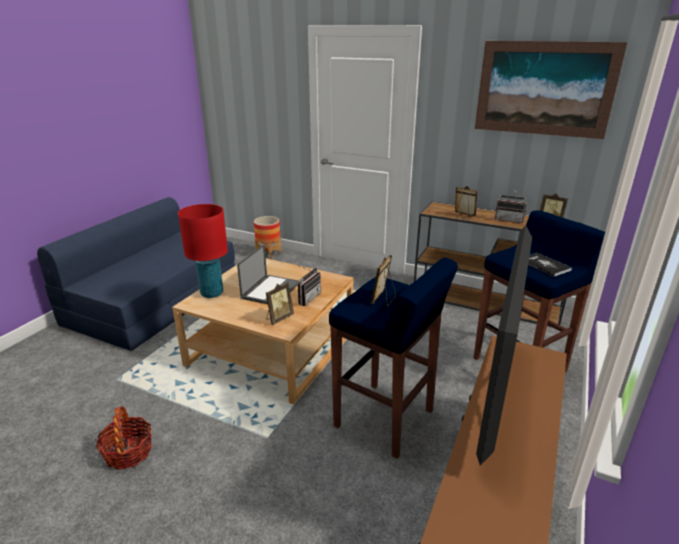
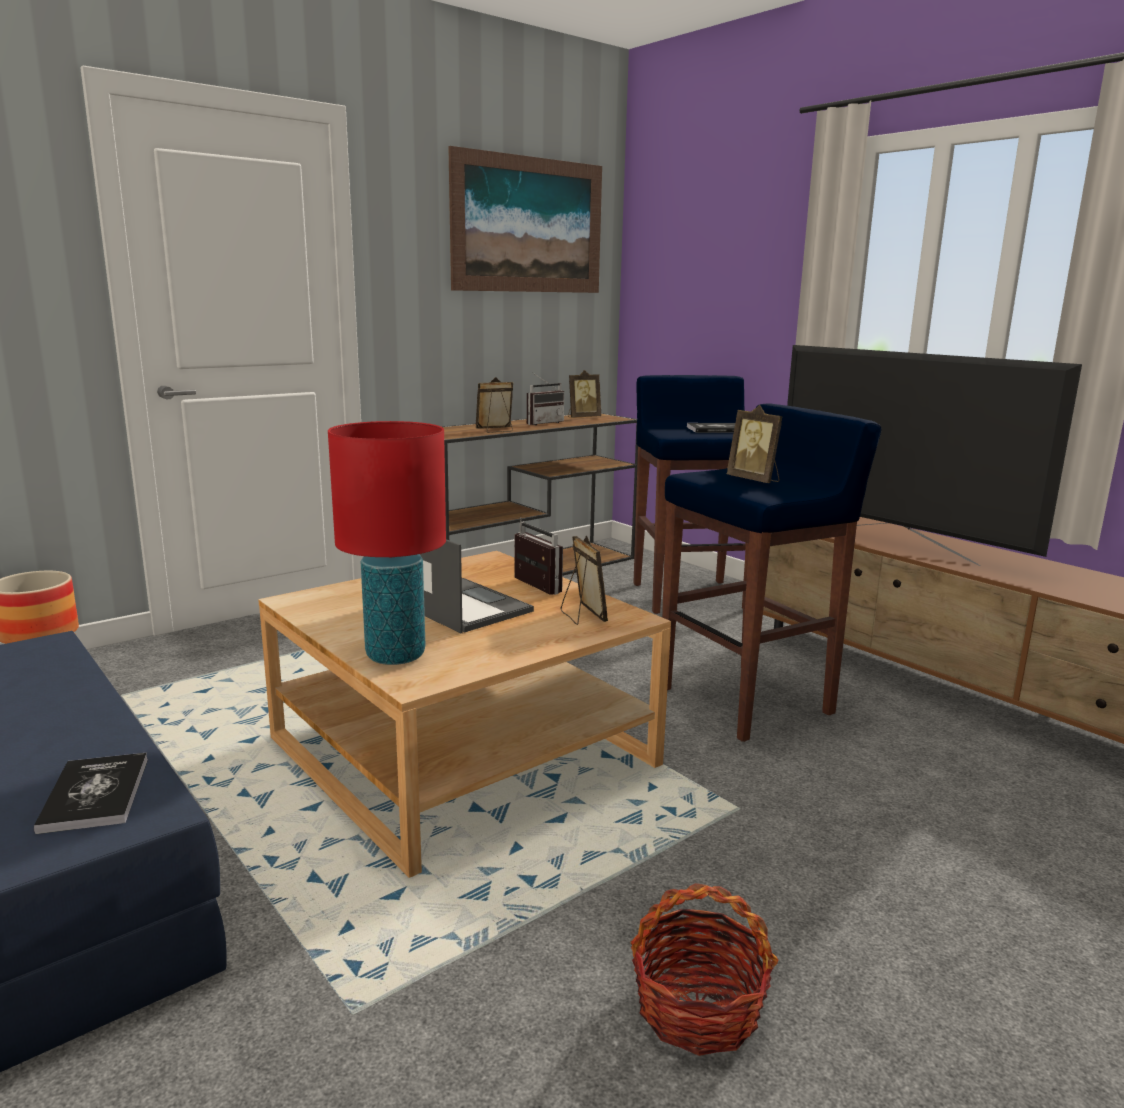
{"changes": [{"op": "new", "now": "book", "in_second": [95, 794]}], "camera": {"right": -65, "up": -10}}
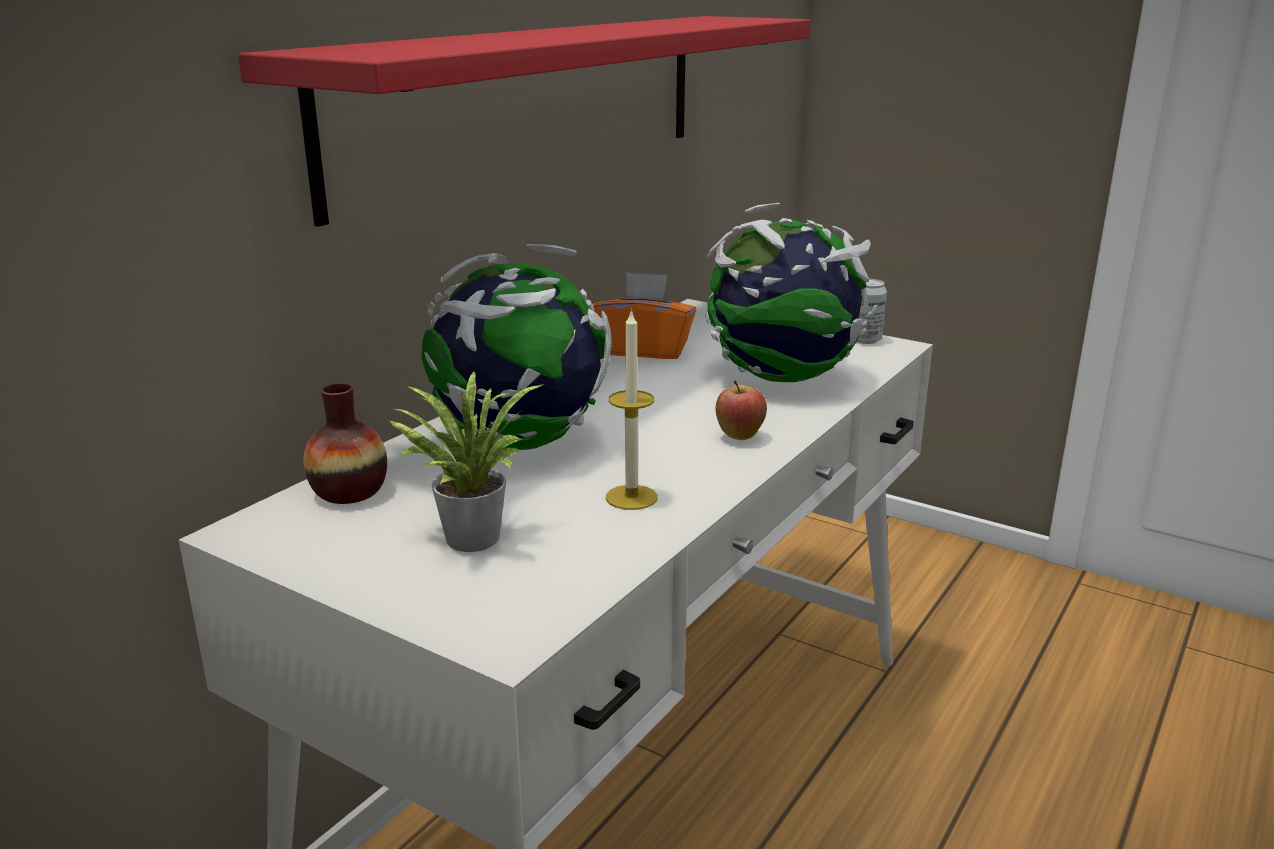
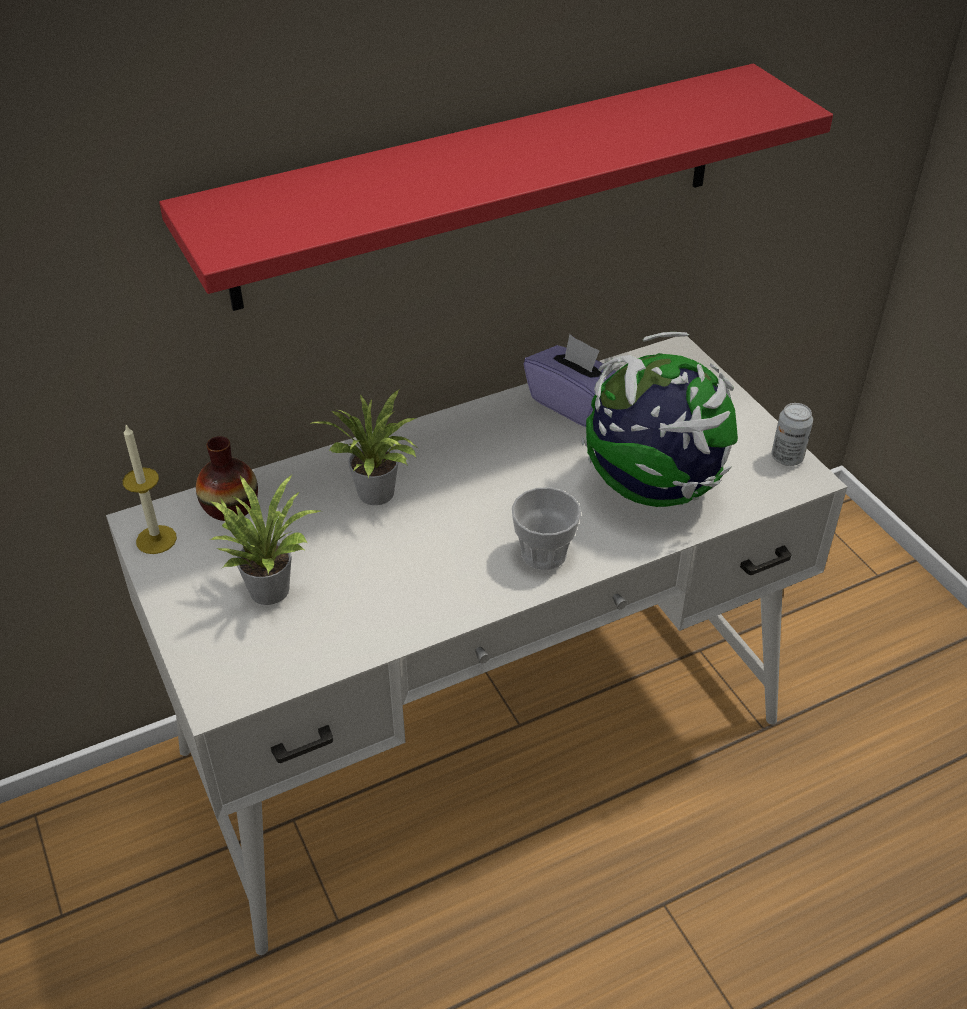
{"changes": [{"op": "shifted", "was": "candle", "in_first": [631, 497], "in_second": [156, 539]}, {"op": "swapped", "was": "globe", "now": "potted plant", "in_first": [519, 443], "in_second": [377, 496]}, {"op": "swapped", "was": "apple", "now": "cup", "in_first": [739, 437], "in_second": [544, 553]}, {"op": "repainted", "was": "tissue box/orange", "now": "tissue box/purple", "in_first": [644, 349], "in_second": [574, 404]}], "camera": {"right": 30, "up": 20}}
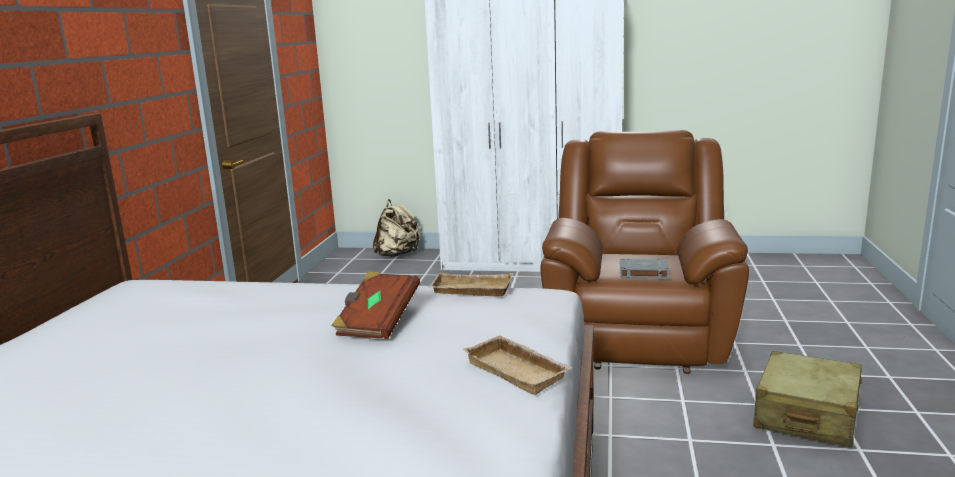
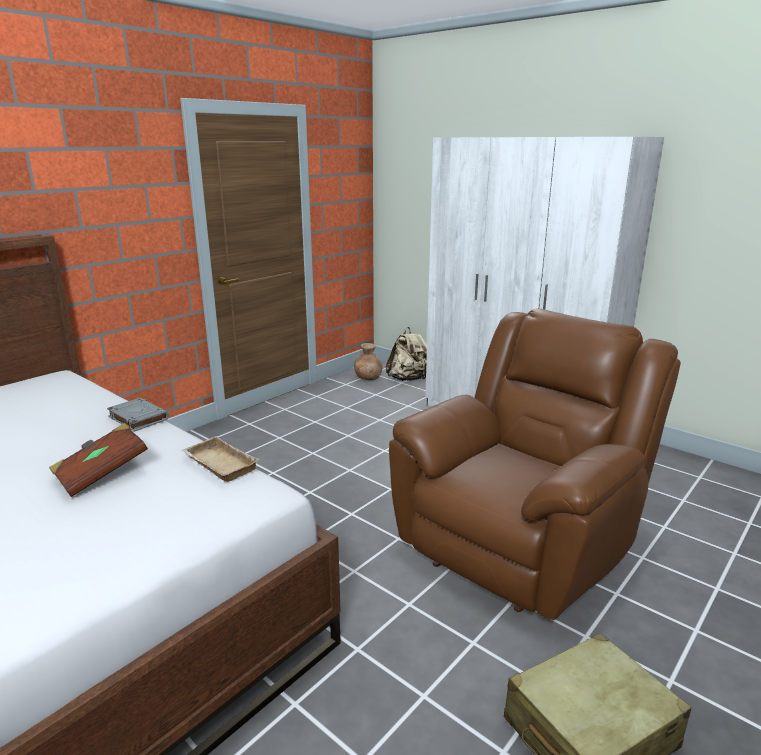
{"changes": [{"op": "shifted", "was": "book/grey", "in_first": [643, 272], "in_second": [137, 418]}, {"op": "new", "now": "vase/brown", "in_second": [368, 377]}, {"op": "gone", "was": "tray/beige", "in_first": [519, 370]}], "camera": {"right": 30, "up": 5}}
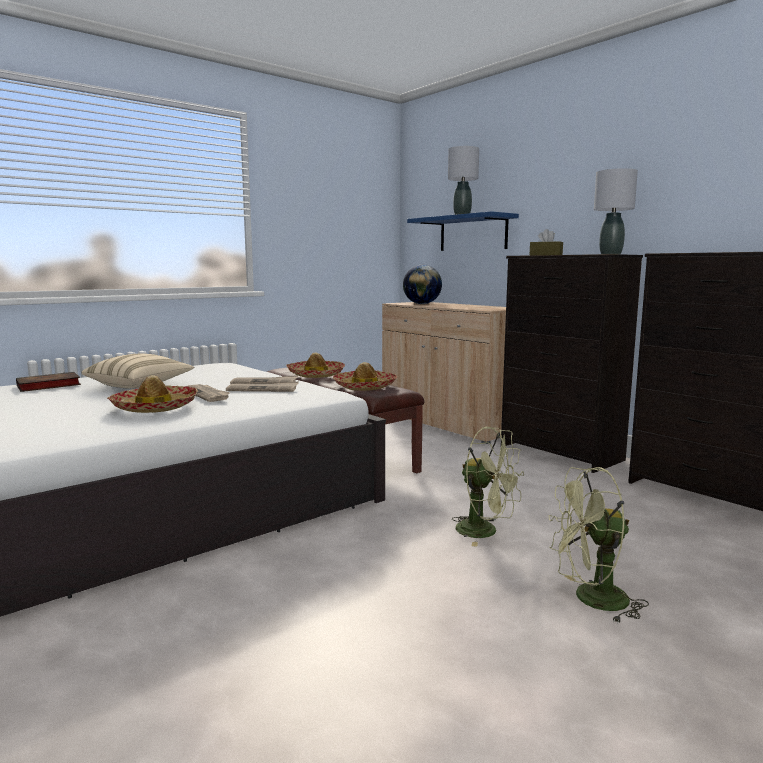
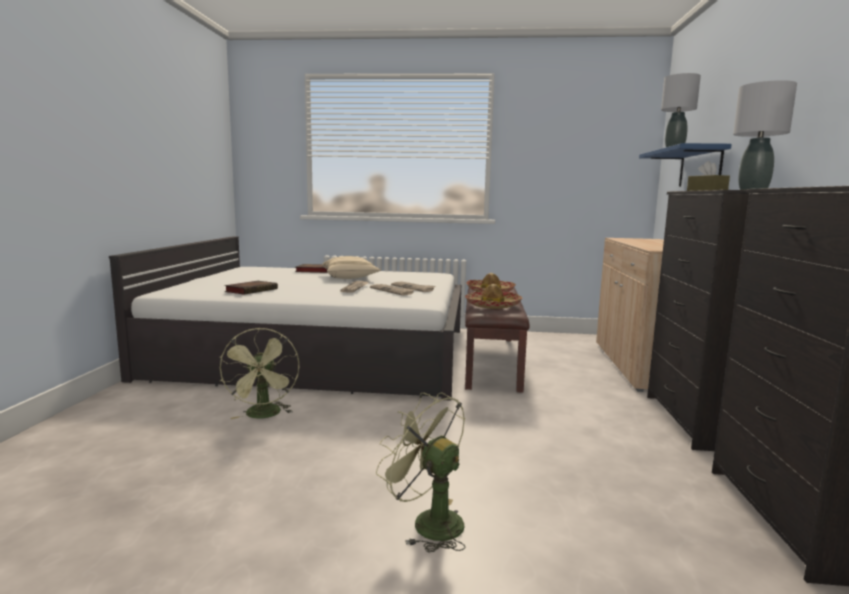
{"changes": [{"op": "shifted", "was": "fan/green", "in_first": [485, 532], "in_second": [264, 415]}, {"op": "new", "now": "book", "in_second": [252, 290]}, {"op": "gone", "was": "hat", "in_first": [155, 408]}, {"op": "gone", "was": "globe", "in_first": [422, 304]}], "camera": {"right": 45, "up": 0}}
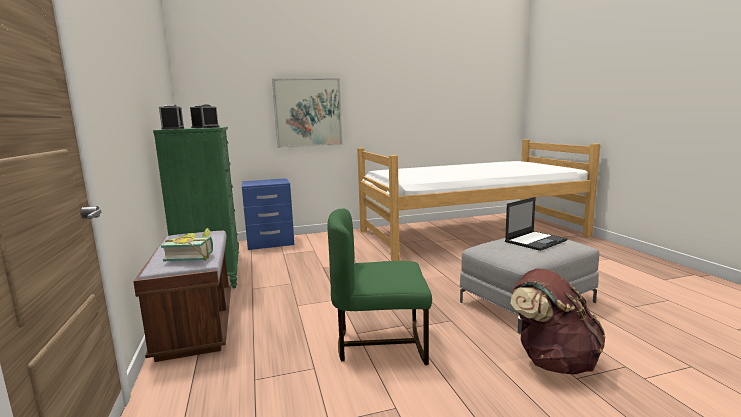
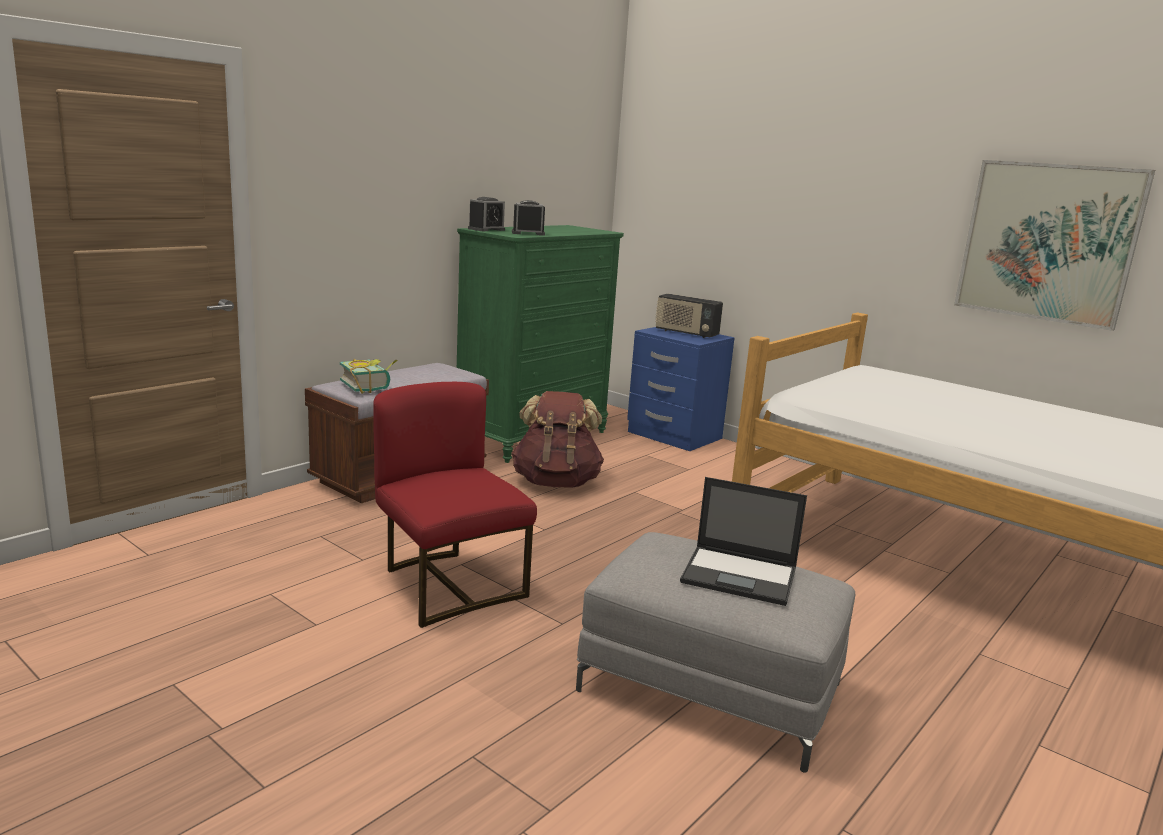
{"changes": [{"op": "repainted", "was": "chair/green", "now": "chair/red", "in_first": [381, 343], "in_second": [448, 585]}, {"op": "shifted", "was": "backpack/brown", "in_first": [552, 361], "in_second": [556, 482]}, {"op": "new", "now": "radio", "in_second": [686, 333]}, {"op": "shifted", "was": "picture", "in_first": [308, 112], "in_second": [1048, 242]}], "camera": {"right": 55, "up": 5}}
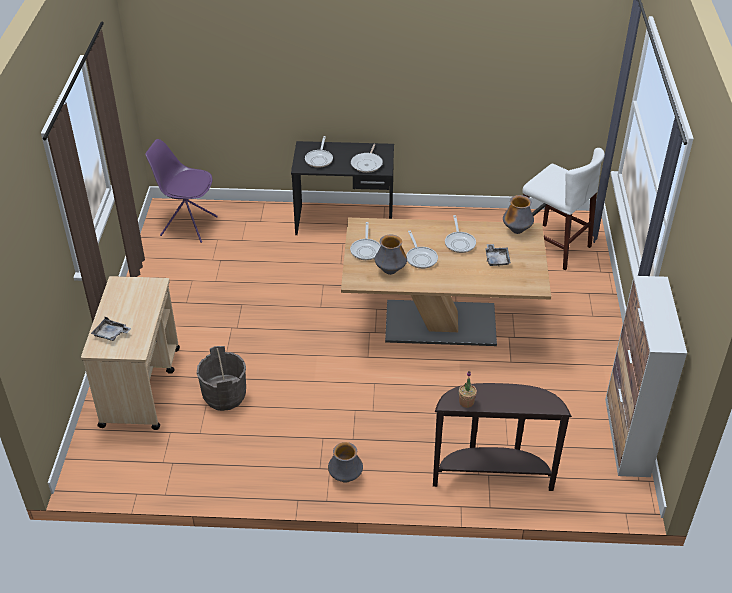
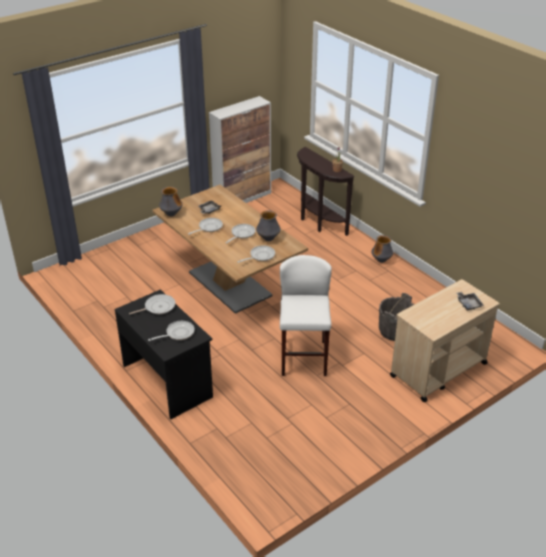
{"changes": [{"op": "shifted", "was": "stool/white", "in_first": [554, 246], "in_second": [303, 358]}, {"op": "gone", "was": "chair/purple", "in_first": [188, 226]}], "camera": {"right": -130, "up": -5}}
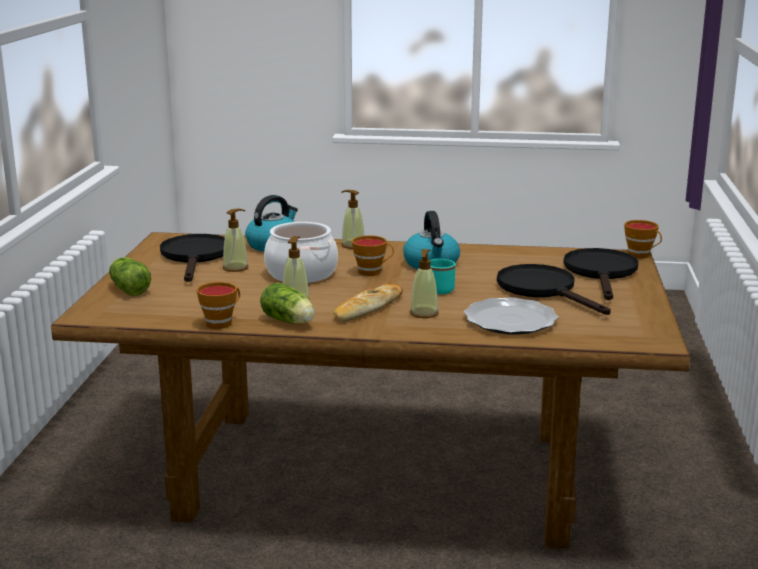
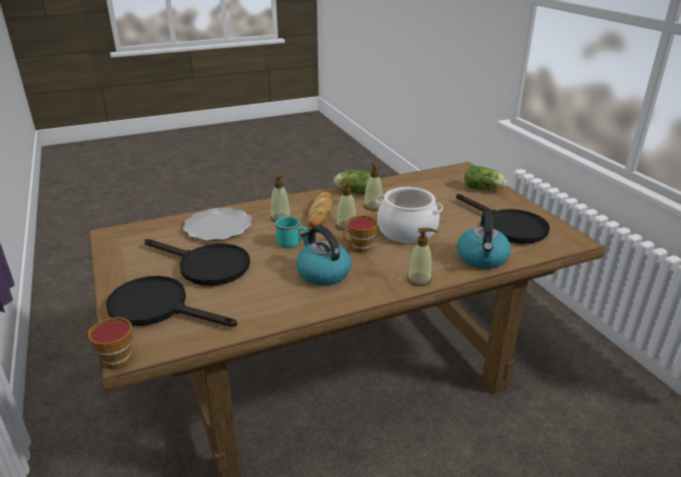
{"changes": [{"op": "rotated", "was": "frying pan/black", "in_first": [601, 273], "in_second": [158, 307], "clockwise": 135}, {"op": "shifted", "was": "soap dispenser", "in_first": [235, 268], "in_second": [346, 226]}, {"op": "gone", "was": "cup", "in_first": [221, 323]}], "camera": {"right": 150, "up": 10}}
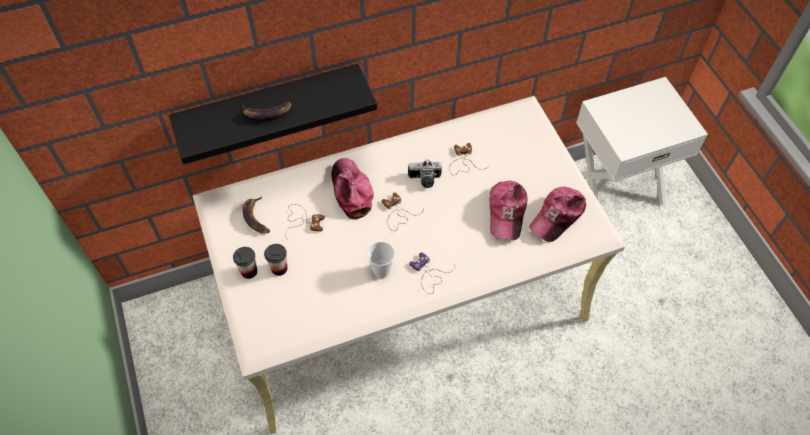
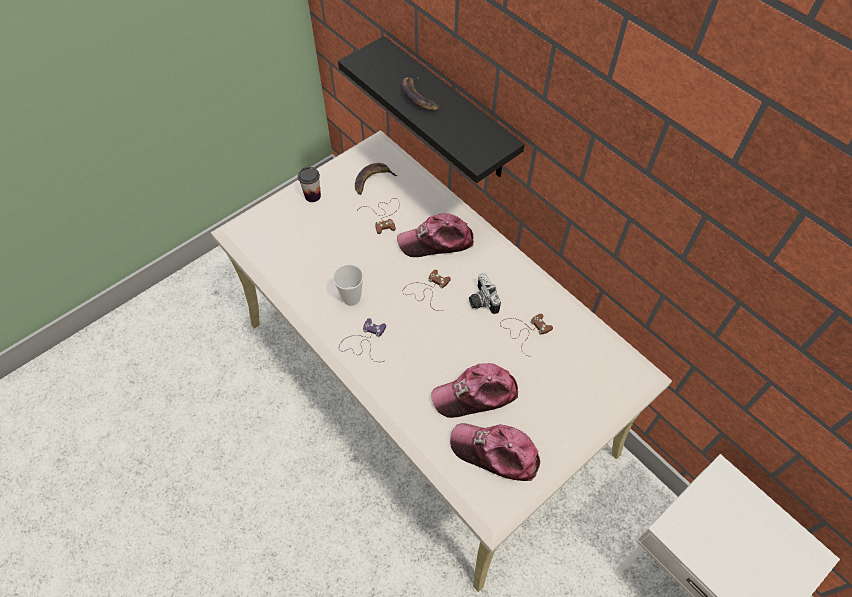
{"changes": [{"op": "rotated", "was": "cap", "in_first": [351, 191], "in_second": [436, 241], "clockwise": -150}, {"op": "gone", "was": "cup", "in_first": [279, 268]}], "camera": {"right": 70, "up": 0}}
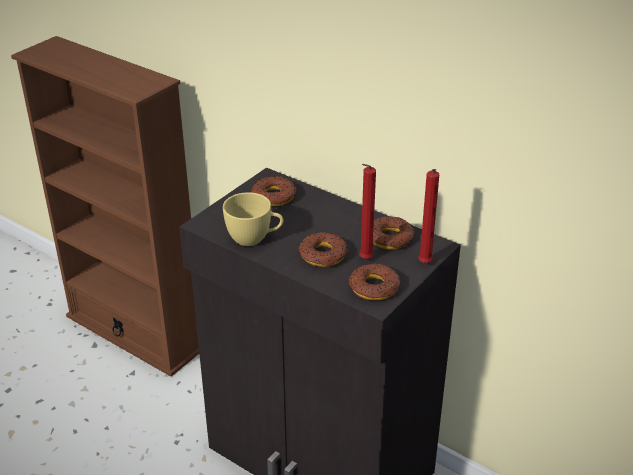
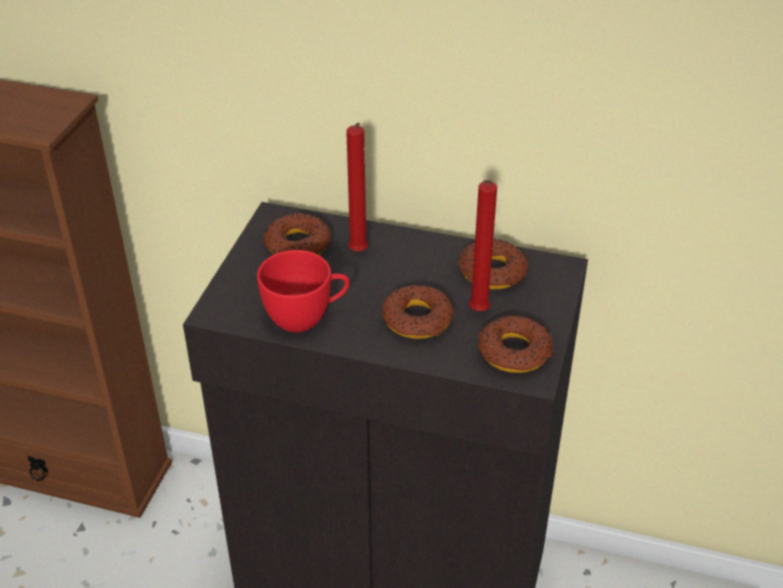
{"changes": [{"op": "repainted", "was": "cup/yellow", "now": "cup/red", "in_first": [254, 239], "in_second": [306, 317]}, {"op": "shifted", "was": "candle/red", "in_first": [424, 264], "in_second": [358, 254]}], "camera": {"right": -20, "up": 5}}
